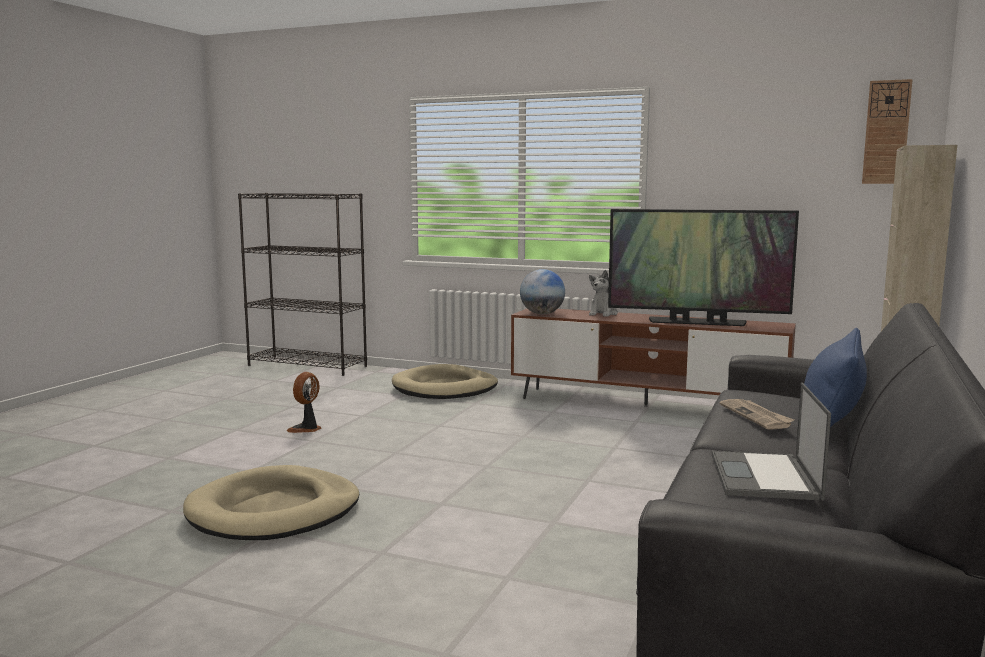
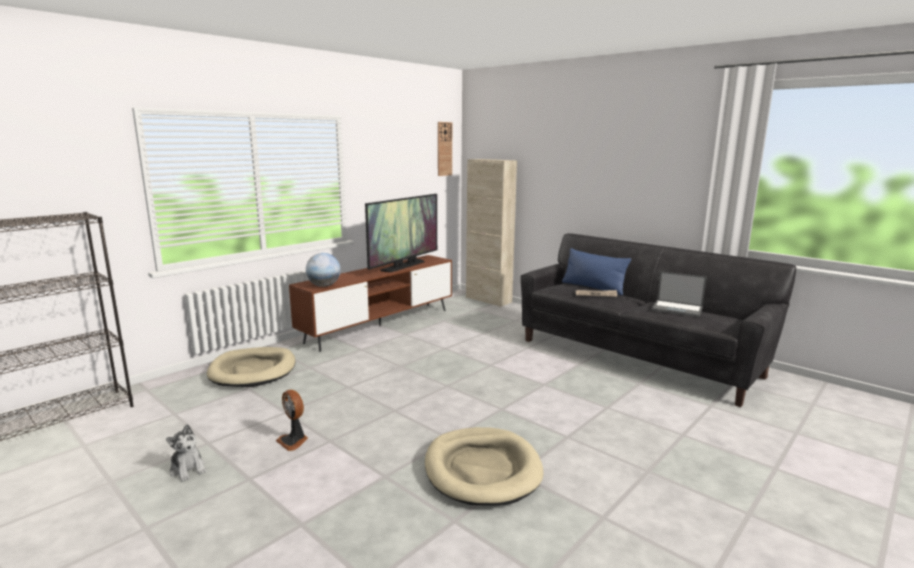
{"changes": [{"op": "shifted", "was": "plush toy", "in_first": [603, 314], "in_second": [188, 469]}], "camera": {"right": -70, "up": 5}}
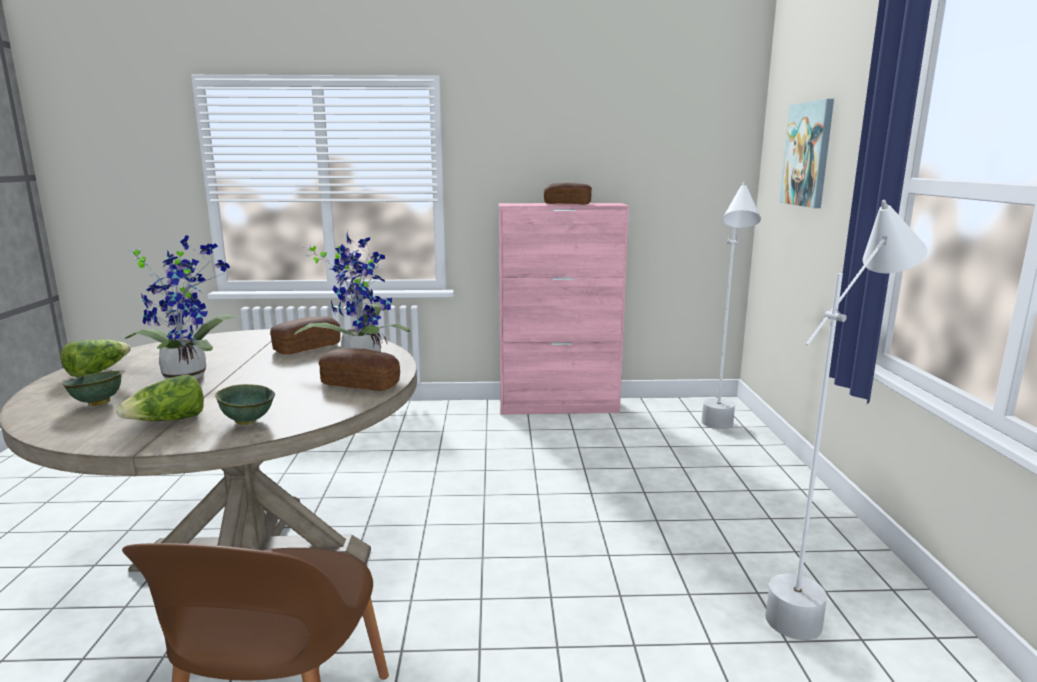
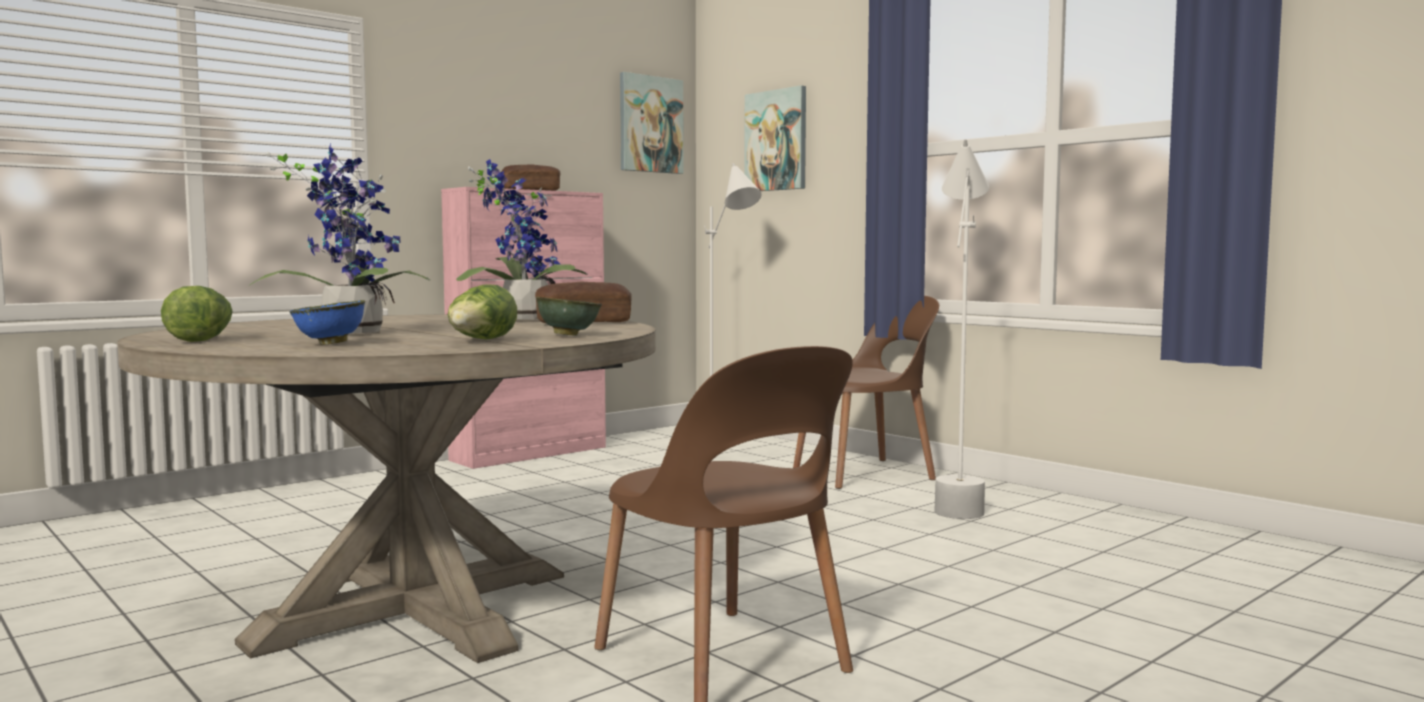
{"changes": [{"op": "repainted", "was": "bowl/green", "now": "bowl/blue", "in_first": [97, 404], "in_second": [330, 344]}, {"op": "new", "now": "picture", "in_second": [650, 124]}, {"op": "new", "now": "chair/brown", "in_second": [866, 473]}, {"op": "gone", "was": "bread", "in_first": [307, 347]}], "camera": {"right": -40, "up": -10}}
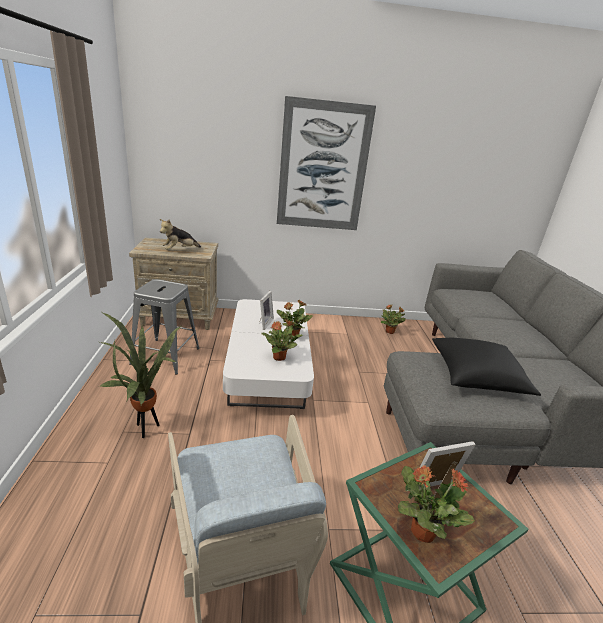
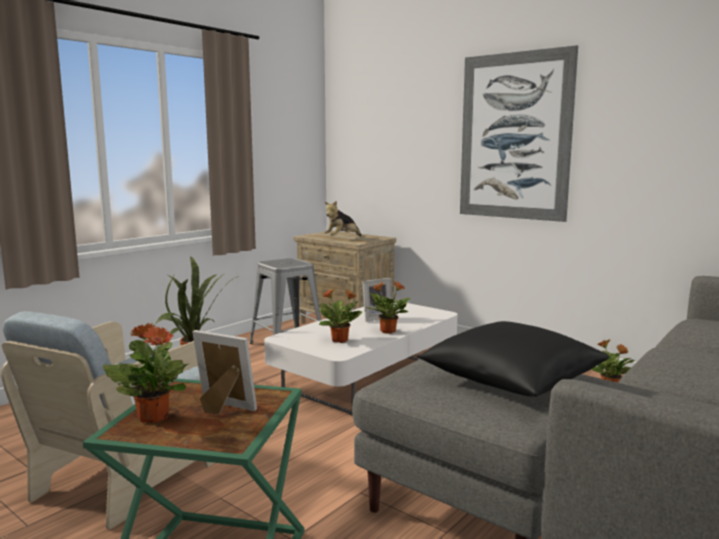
{"changes": [{"op": "rotated", "was": "plush toy", "in_first": [179, 250], "in_second": [342, 238], "clockwise": -45}], "camera": {"right": 45, "up": -15}}
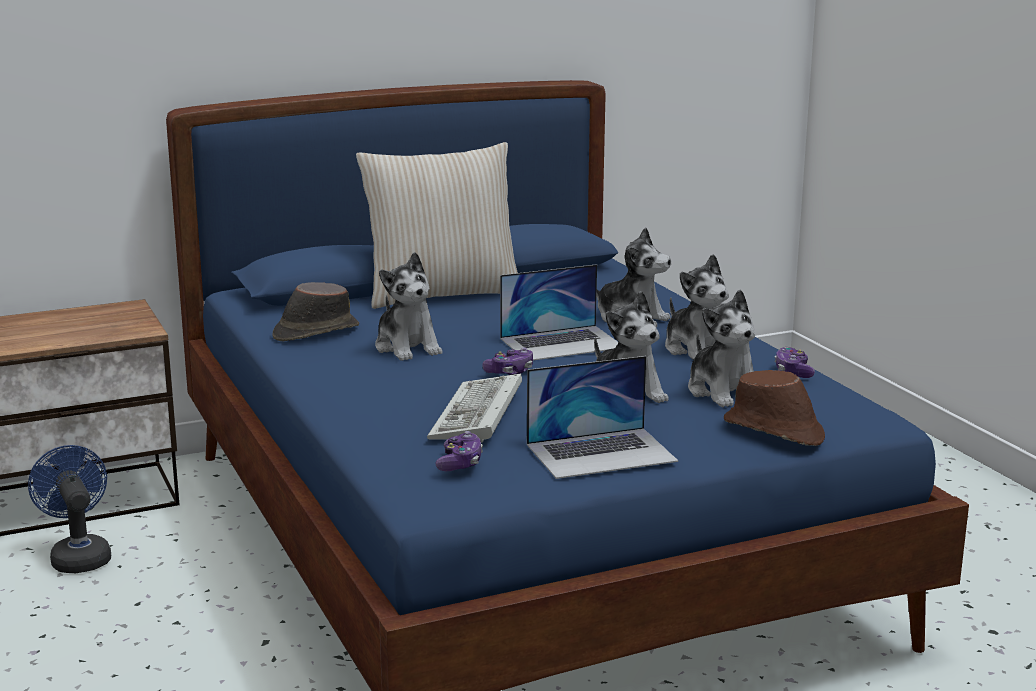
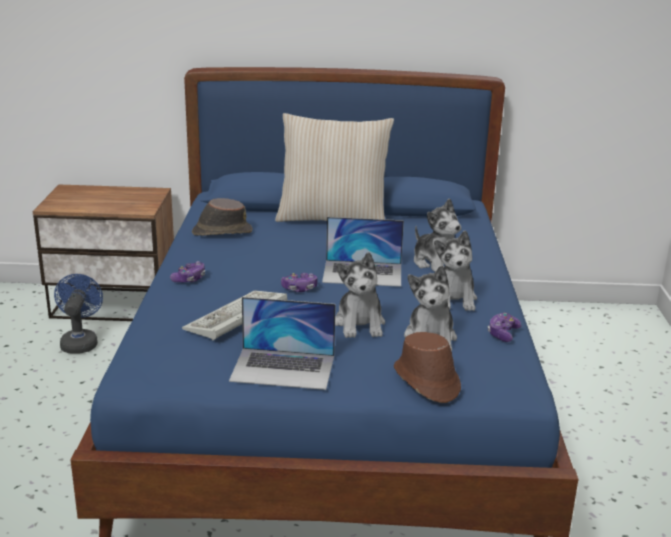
{"changes": [{"op": "shifted", "was": "game controller", "in_first": [460, 463], "in_second": [189, 279]}, {"op": "gone", "was": "plush toy", "in_first": [408, 347]}], "camera": {"right": 25, "up": 5}}
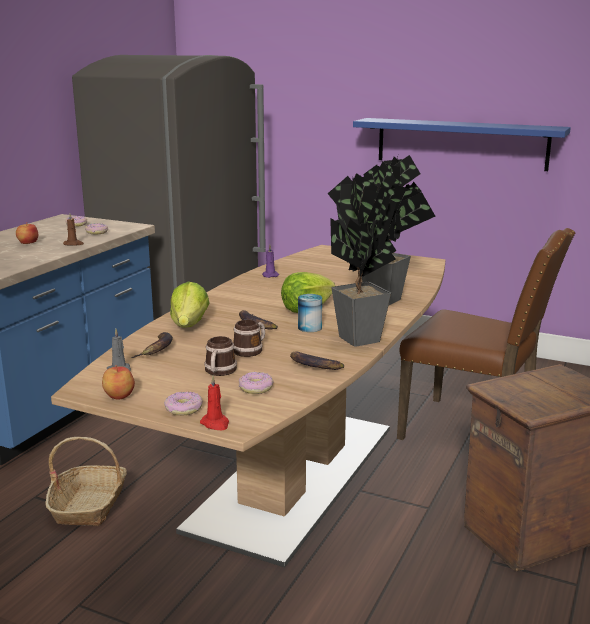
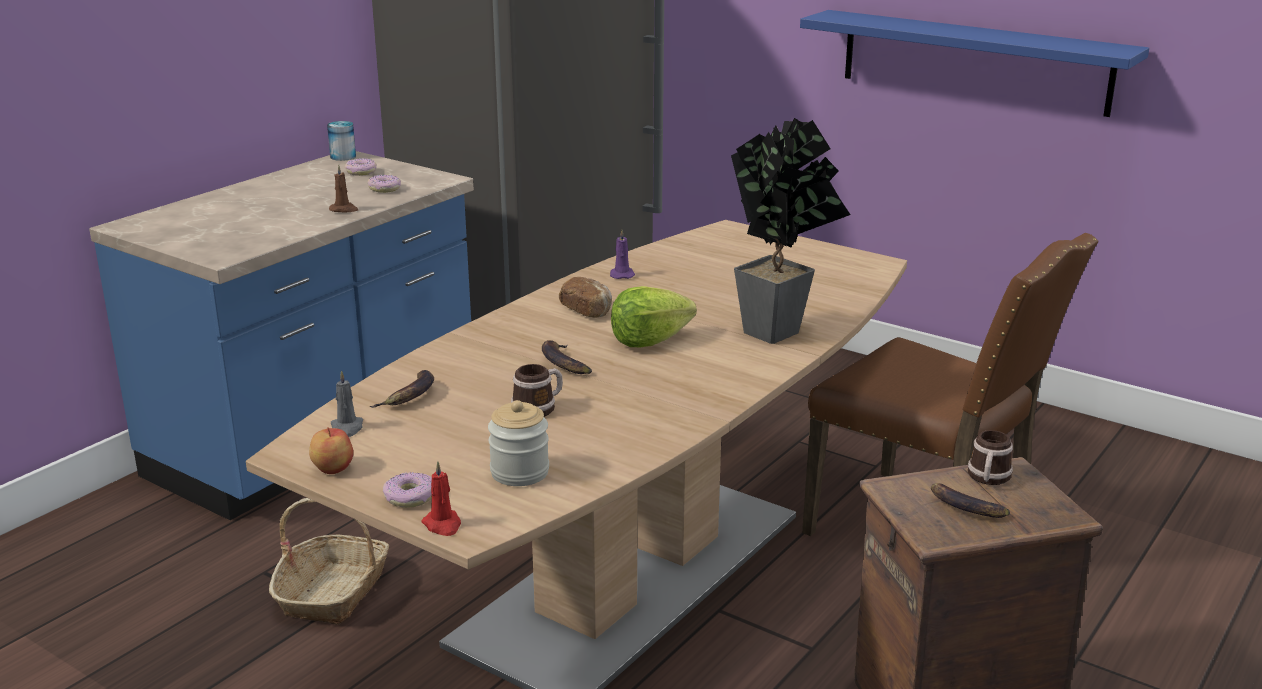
{"changes": [{"op": "shifted", "was": "can", "in_first": [309, 328], "in_second": [343, 157]}, {"op": "swapped", "was": "donut", "now": "jar", "in_first": [256, 388], "in_second": [519, 472]}, {"op": "new", "now": "bread", "in_second": [587, 310]}, {"op": "shifted", "was": "banana", "in_first": [313, 366], "in_second": [964, 507]}, {"op": "shifted", "was": "mug", "in_first": [219, 372], "in_second": [988, 478]}, {"op": "gone", "was": "apple", "in_first": [28, 243]}, {"op": "gone", "was": "lettuce", "in_first": [189, 325]}, {"op": "gone", "was": "potted plant", "in_first": [359, 341]}], "camera": {"right": 10, "up": 5}}
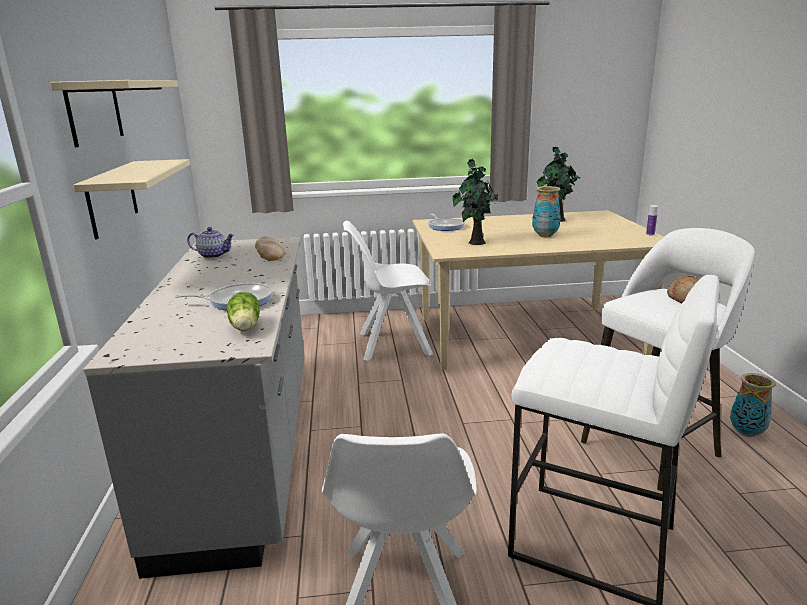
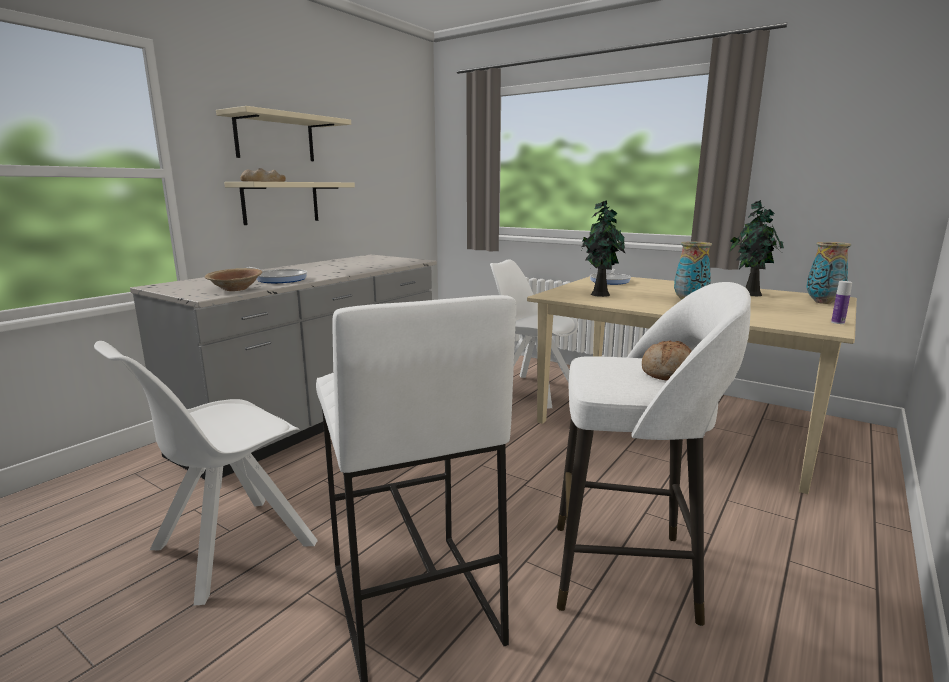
{"changes": [{"op": "swapped", "was": "lettuce", "now": "bowl/brown", "in_first": [245, 327], "in_second": [236, 289]}, {"op": "shifted", "was": "bread", "in_first": [270, 253], "in_second": [264, 181]}, {"op": "shifted", "was": "vase", "in_first": [747, 433], "in_second": [823, 302]}, {"op": "gone", "was": "teapot", "in_first": [214, 255]}], "camera": {"right": 40, "up": -5}}
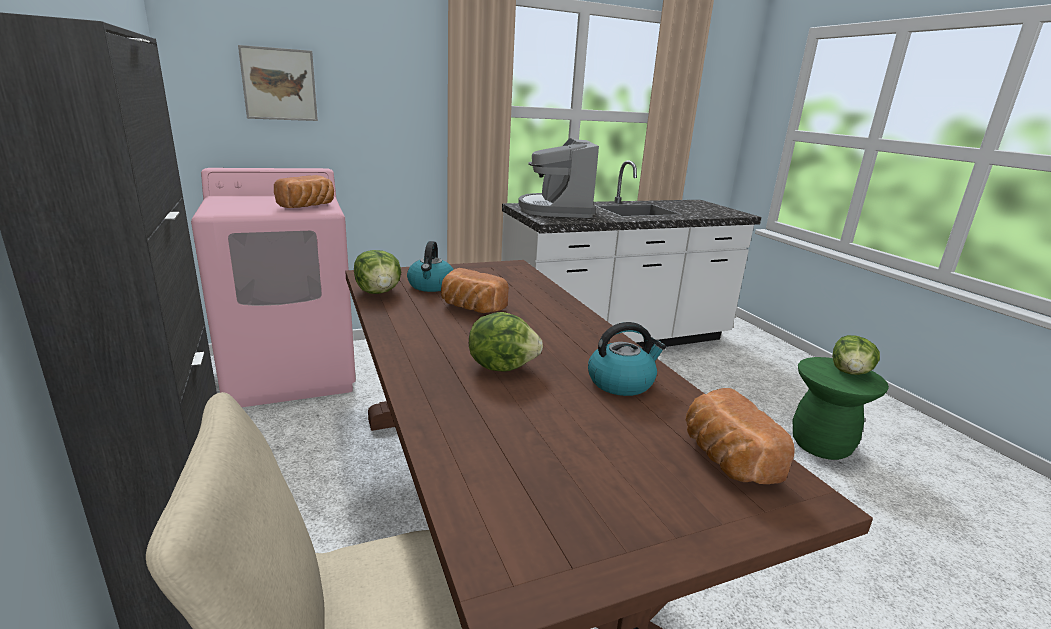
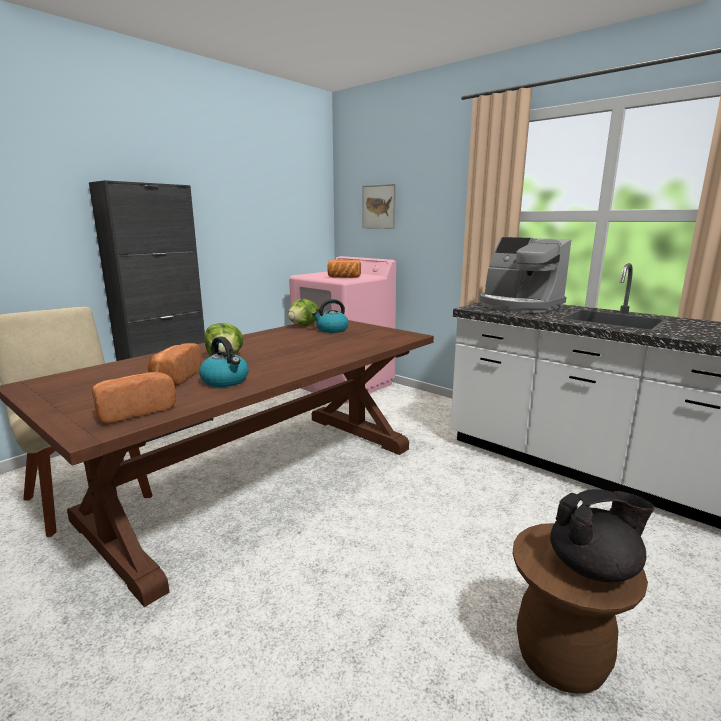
{"changes": [{"op": "shifted", "was": "bread", "in_first": [470, 308], "in_second": [174, 378]}, {"op": "rotated", "was": "coffee machine", "in_first": [556, 210], "in_second": [519, 306], "clockwise": -105}, {"op": "repainted", "was": "stool/green", "now": "stool/brown", "in_first": [820, 445], "in_second": [561, 659]}, {"op": "swapped", "was": "lettuce", "now": "teapot/black", "in_first": [850, 372], "in_second": [594, 568]}], "camera": {"right": 65, "up": -5}}
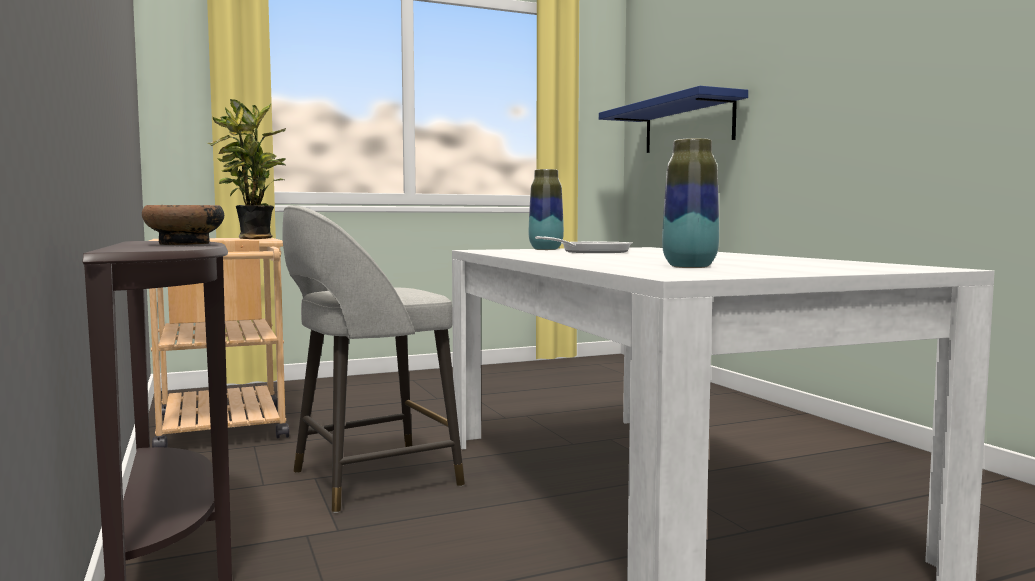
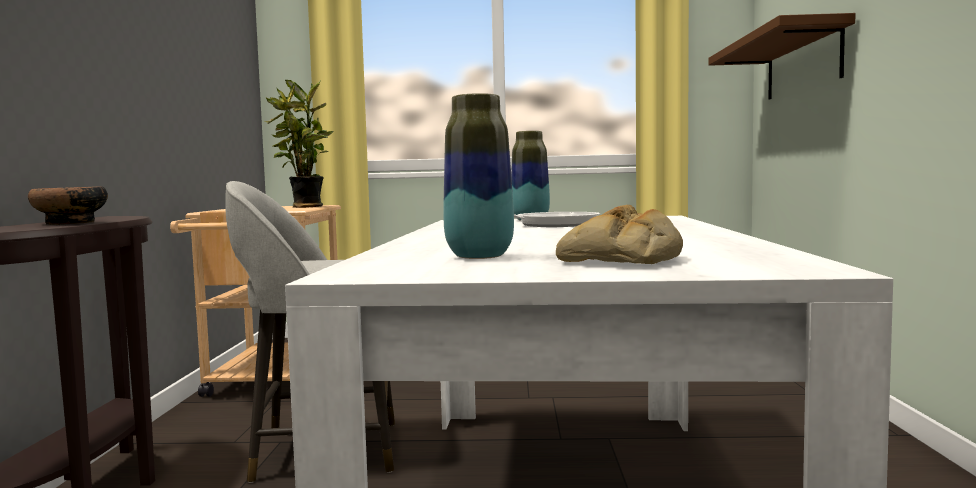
{"changes": [{"op": "new", "now": "bread", "in_second": [622, 260]}, {"op": "repainted", "was": "shelf/blue", "now": "shelf/brown", "in_first": [688, 125], "in_second": [802, 63]}], "camera": {"right": 25, "up": 0}}
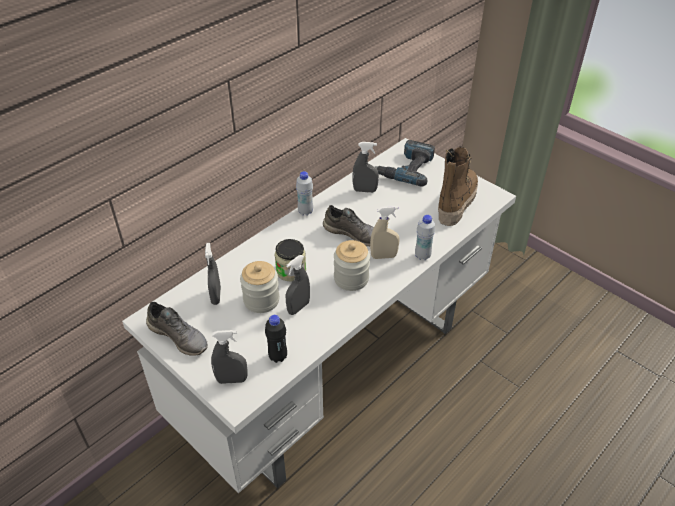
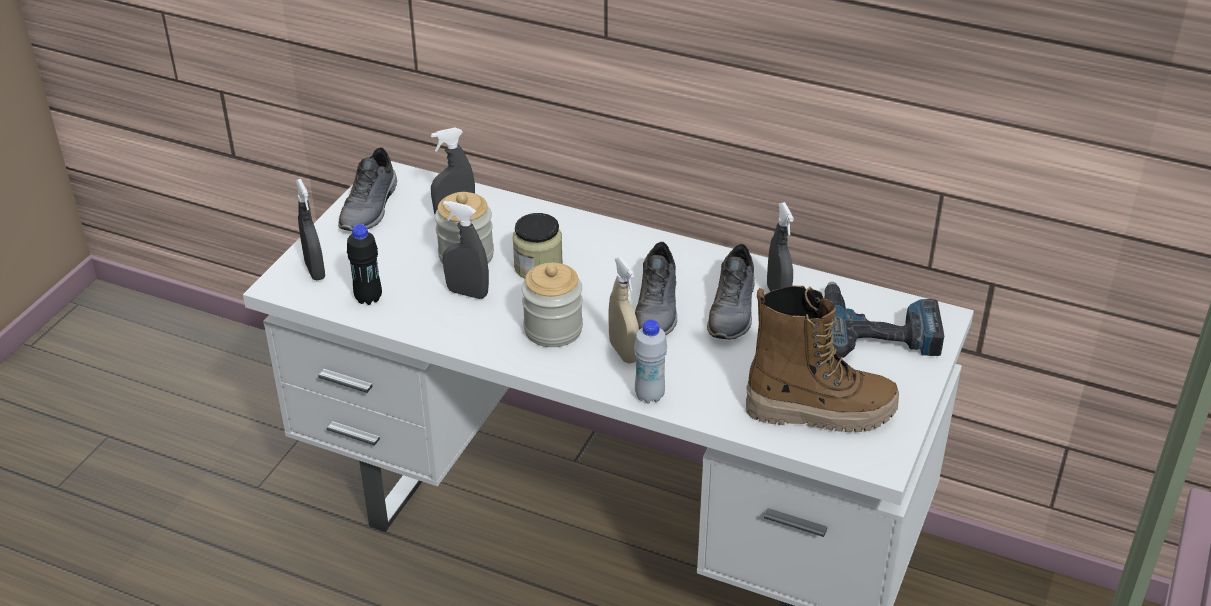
{"changes": [{"op": "new", "now": "shoe/grey", "in_second": [733, 310]}, {"op": "gone", "was": "bottle/white", "in_first": [305, 211]}], "camera": {"right": 70, "up": -5}}
